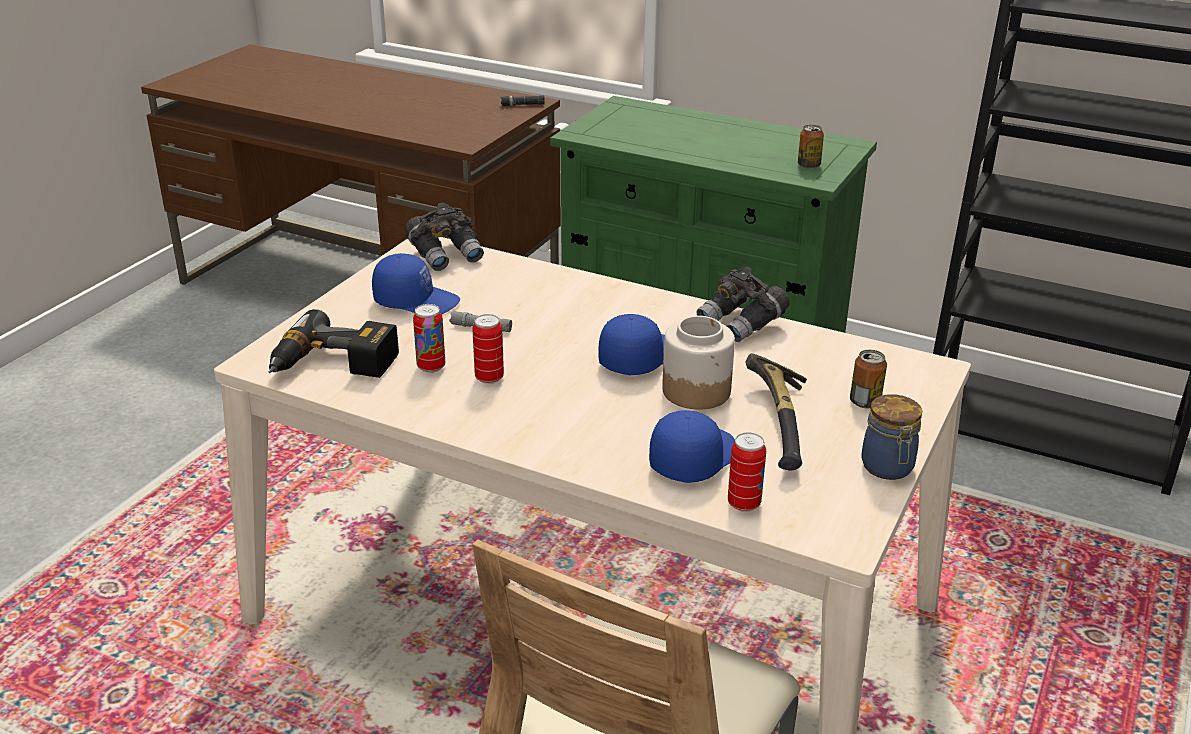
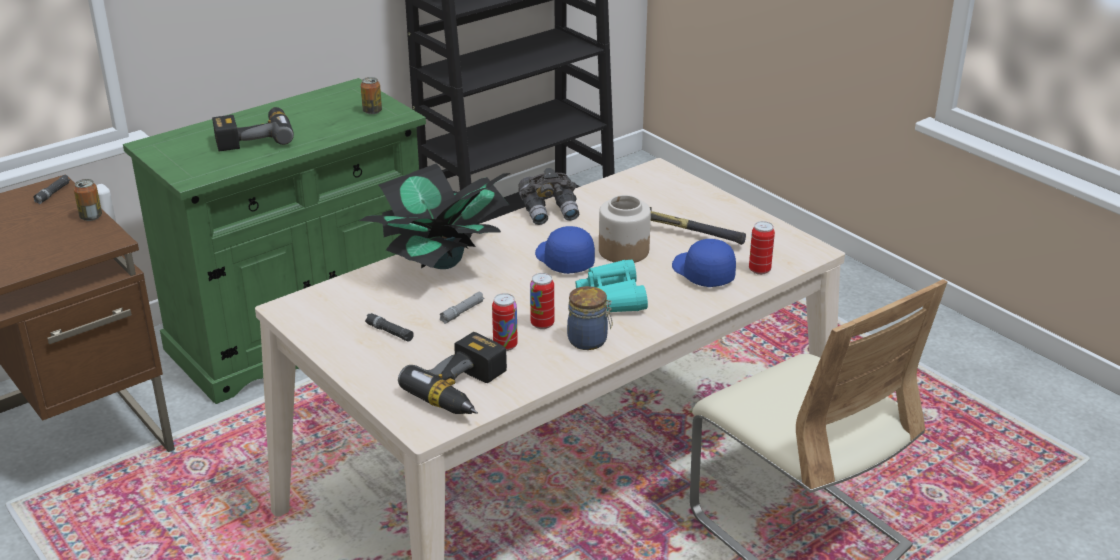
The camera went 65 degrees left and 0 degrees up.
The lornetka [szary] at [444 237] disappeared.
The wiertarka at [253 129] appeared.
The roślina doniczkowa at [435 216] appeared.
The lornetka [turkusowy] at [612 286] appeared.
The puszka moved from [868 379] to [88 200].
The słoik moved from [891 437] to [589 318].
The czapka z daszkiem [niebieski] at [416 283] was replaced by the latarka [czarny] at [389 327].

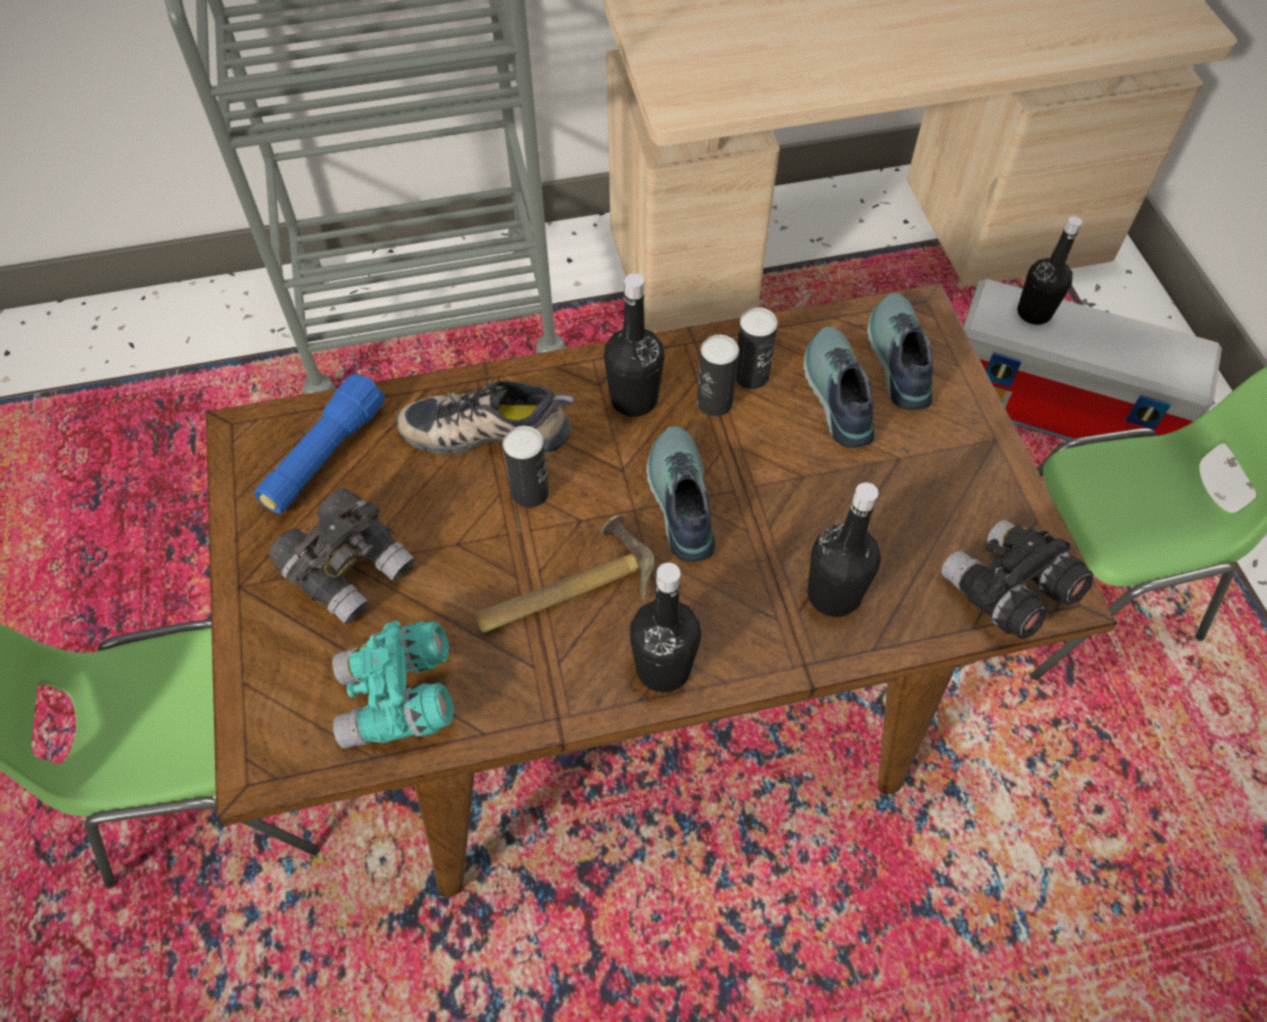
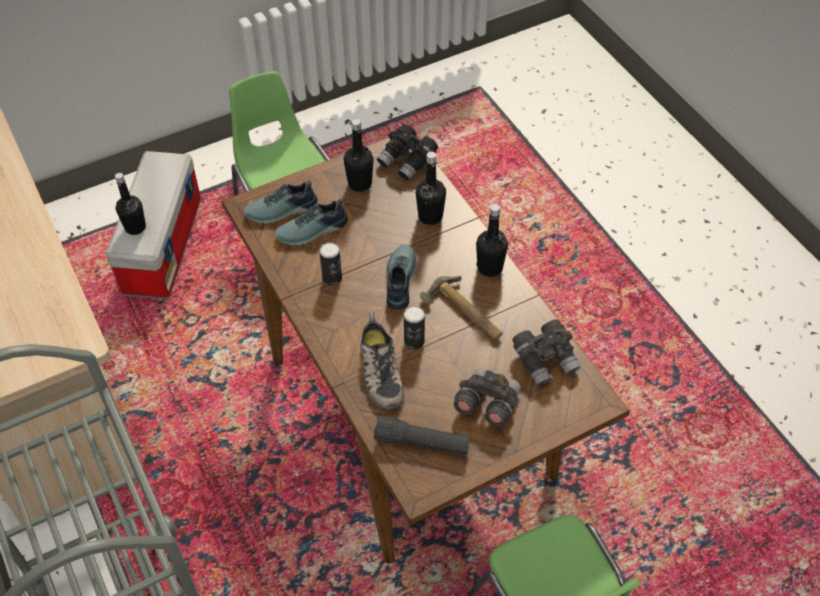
The camera went 105 degrees left and 5 degrees down.
The puszka at [757 348] disappeared.
The butelka [czarny] moved from [634 345] to [358 155].
The latarka [niebieski] at [319 443] became the latarka [czarny] at [422 435].
The lornetka [turkusowy] at [393 684] became the lornetka [szary] at [546 352].
The but at [680 494] turned 120 degrees clockwise.

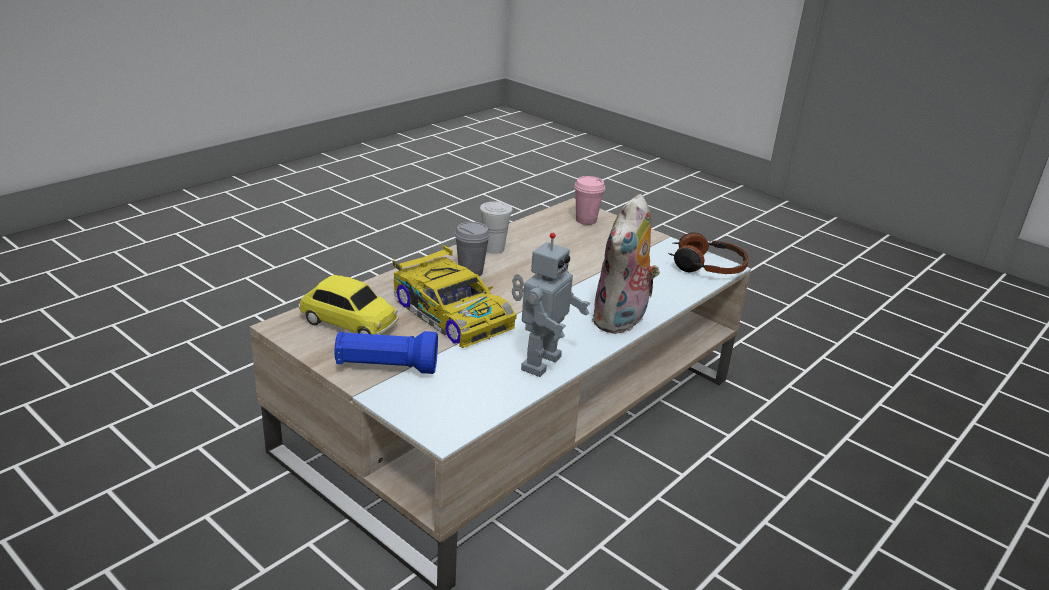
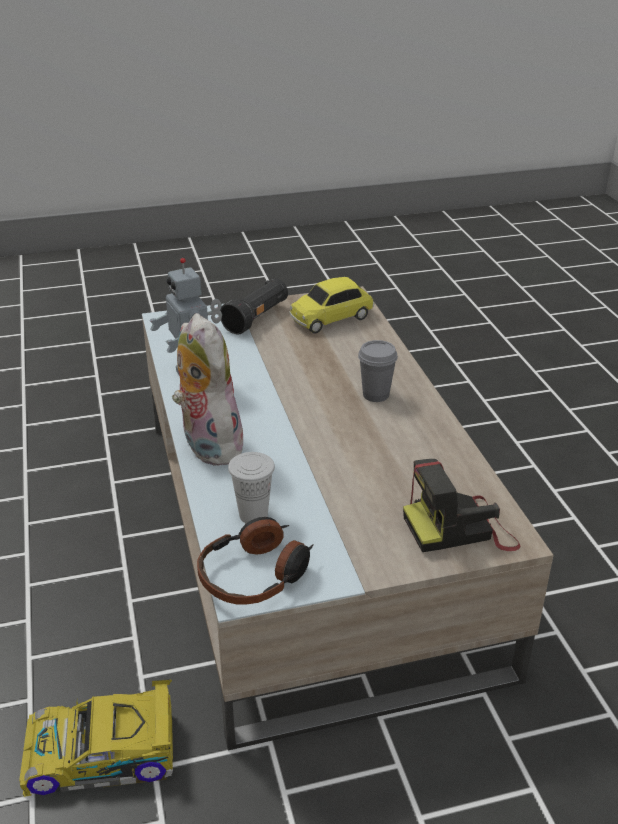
The camera went 125 degrees right and 5 degrees up.
The samochodzik moved from [454 296] to [96 738].
The filiżanka [biały] moved from [496 227] to [251 487].
The filiżanka [różowy] at [589 200] was replaced by the aparat fotograficzny at [461 505].
The latarka [niebieski] at [386 352] became the latarka [czarny] at [254 307].

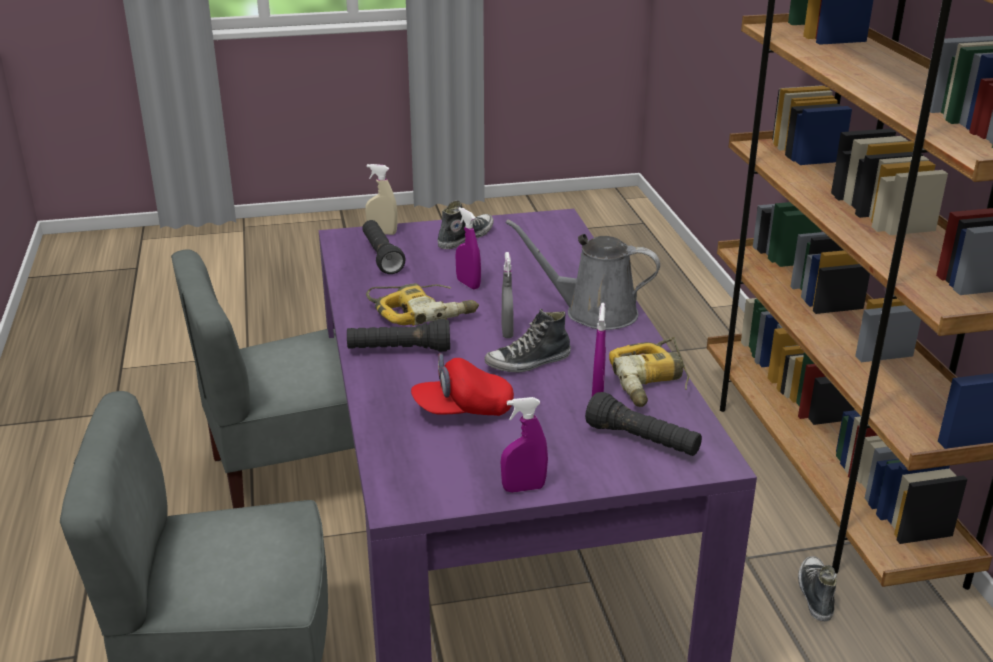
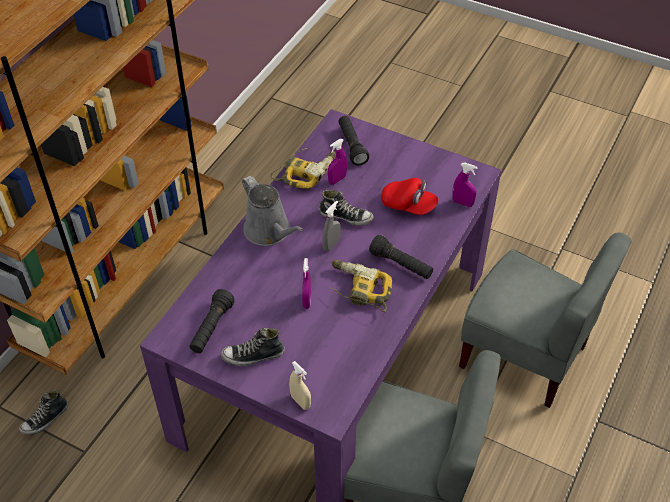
The camera went 140 degrees left and 20 degrees up.
The latarka [czarny] moved from [384 247] to [211 321].
The spryskiwacz [fioletowy] moved from [524 445] to [465 185].
The but moved from [817 589] to [43 412].

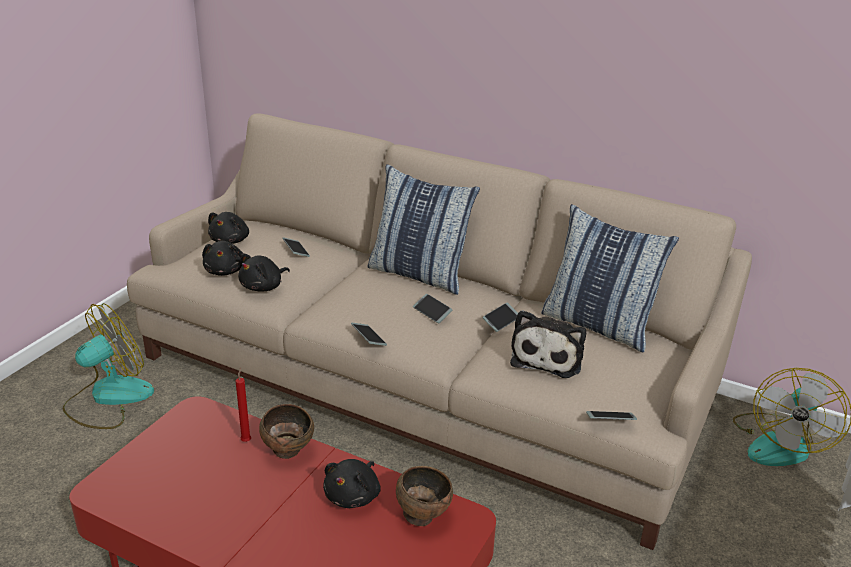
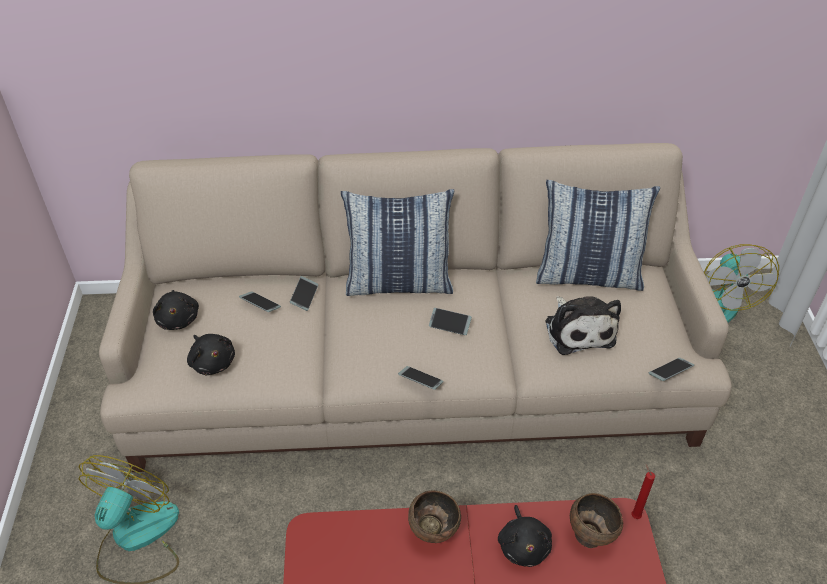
The camera went 30 degrees left and 15 degrees up.
The pluszak [czarny] at [264 272] disappeared.
The świeca [czerwony] moved from [243 405] to [643 491].
The telefon moved from [500 317] to [304 293].

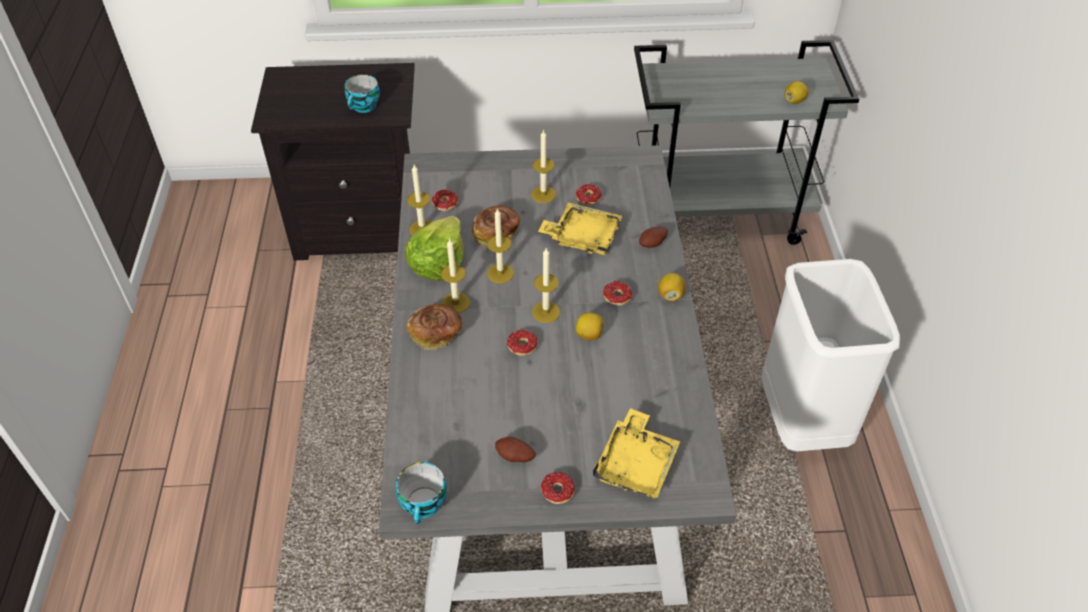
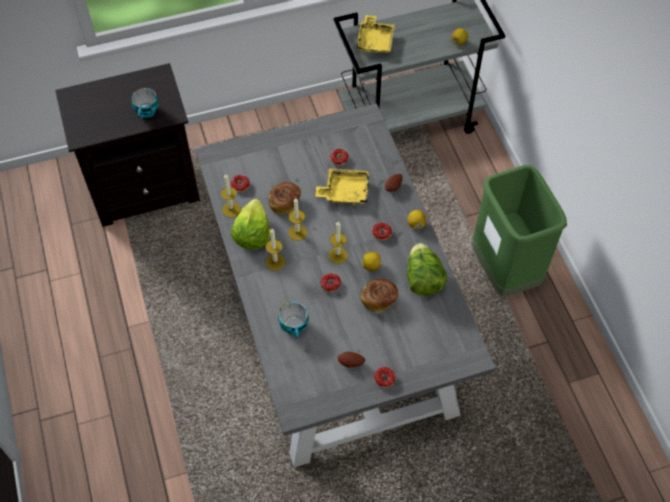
The camera went 15 degrees left and 10 degrees up.
The świeca at [543 166] disappeared.
The sałata at [427 269] appeared.
The filiżanka moved from [421 493] to [293 320].
The chleb moved from [434 327] to [379 296].
The taca [żółty] moved from [636 453] to [375 34].
The kosz na śmieci [biały] at [831 355] became the kosz na śmieci [zielony] at [519 231].

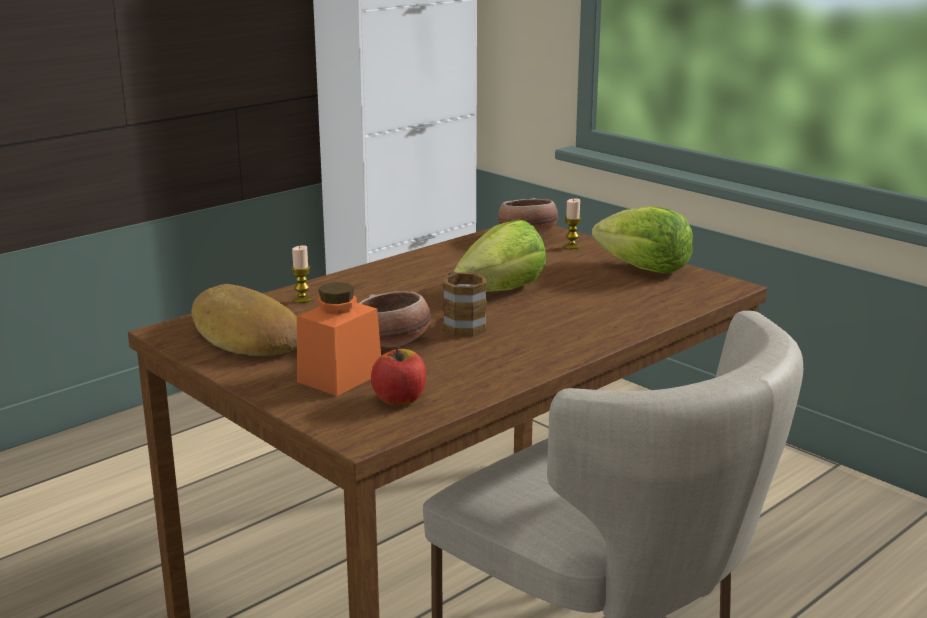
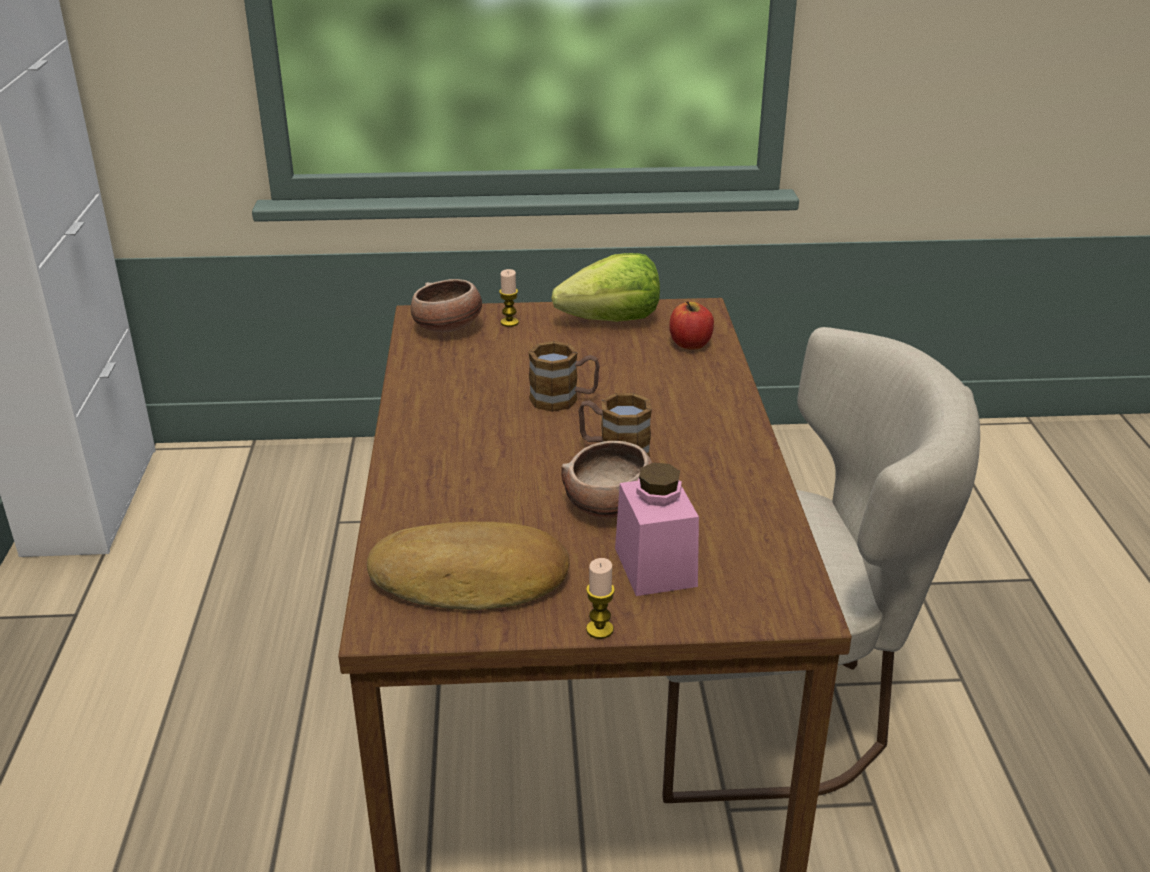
The camera went 50 degrees left and 10 degrees up.
The świeca moved from [301 274] to [600 598].
The jabłko moved from [398 376] to [691 325].
The sałata at [500 256] was replaced by the kubek at [564 376].
The słoik [pomarańczowy] at [339 339] became the słoik [różowy] at [657 529].

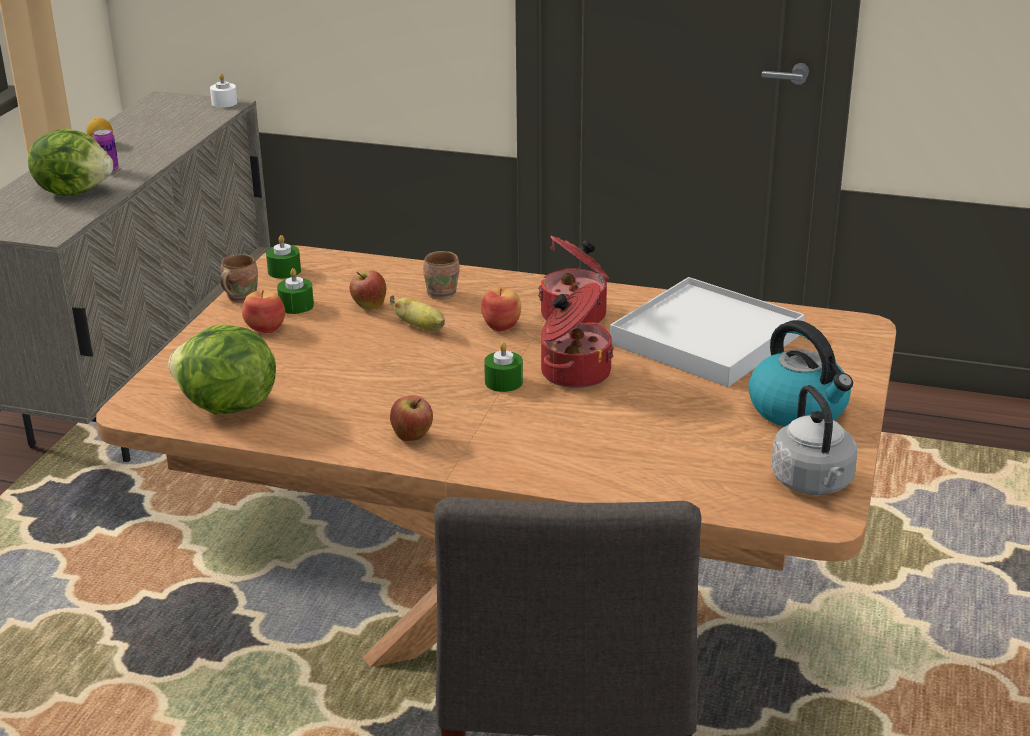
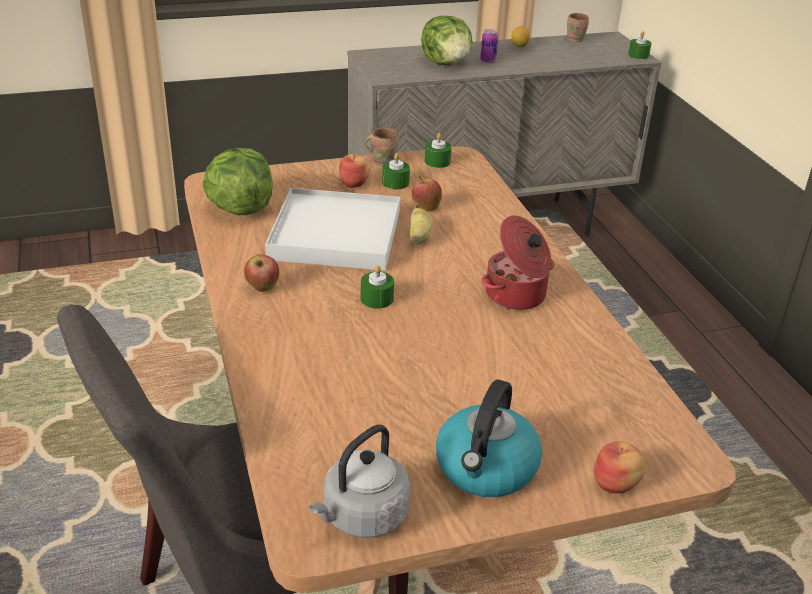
The camera went 55 degrees right and 5 degrees up.
The garnek at [577 335] disappeared.
The kubek [brązowy] moved from [441 275] to [578 27].
The jabłko moved from [501 309] to [620 467].
The taca [biały] moved from [707 332] to [332 229].
The świeca [biały] at [224 90] became the świeca [zielony] at [640 45].

